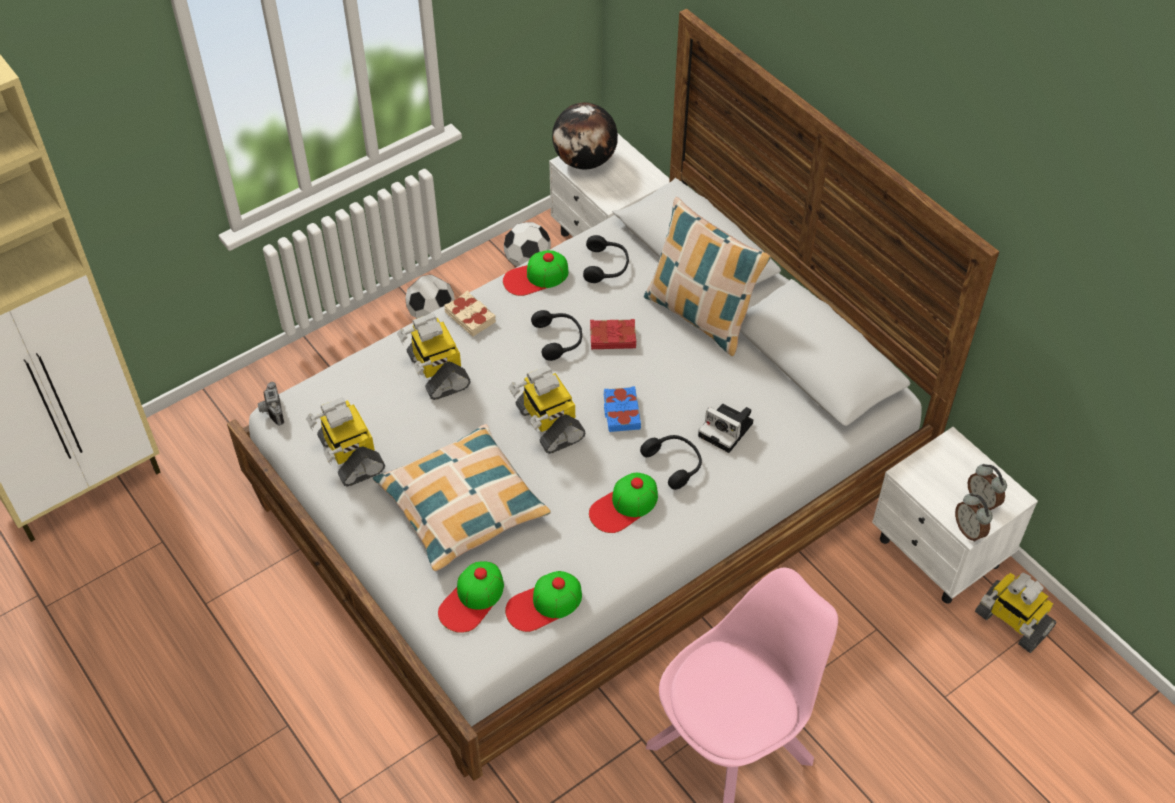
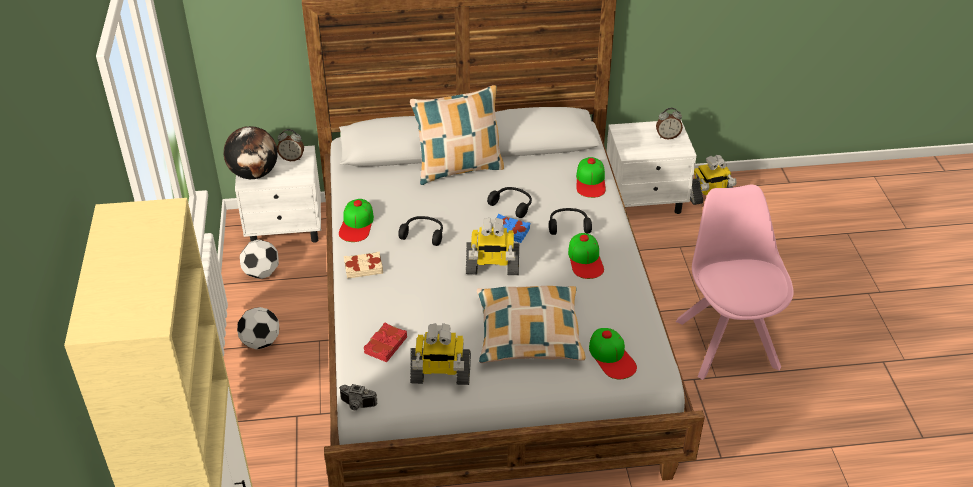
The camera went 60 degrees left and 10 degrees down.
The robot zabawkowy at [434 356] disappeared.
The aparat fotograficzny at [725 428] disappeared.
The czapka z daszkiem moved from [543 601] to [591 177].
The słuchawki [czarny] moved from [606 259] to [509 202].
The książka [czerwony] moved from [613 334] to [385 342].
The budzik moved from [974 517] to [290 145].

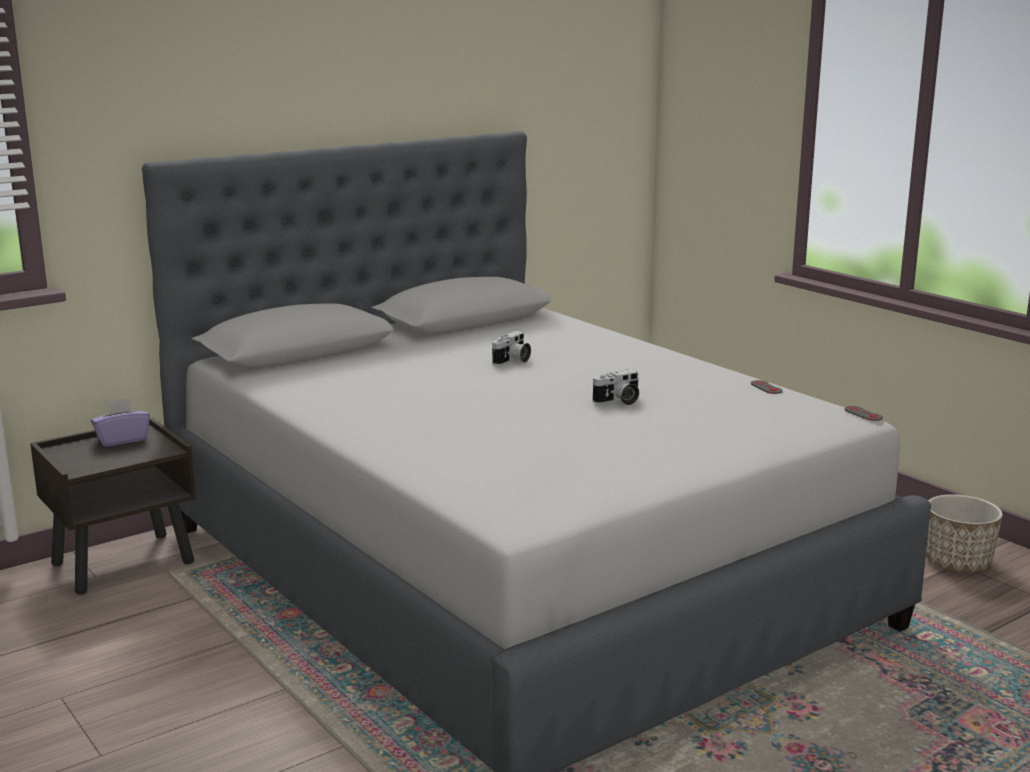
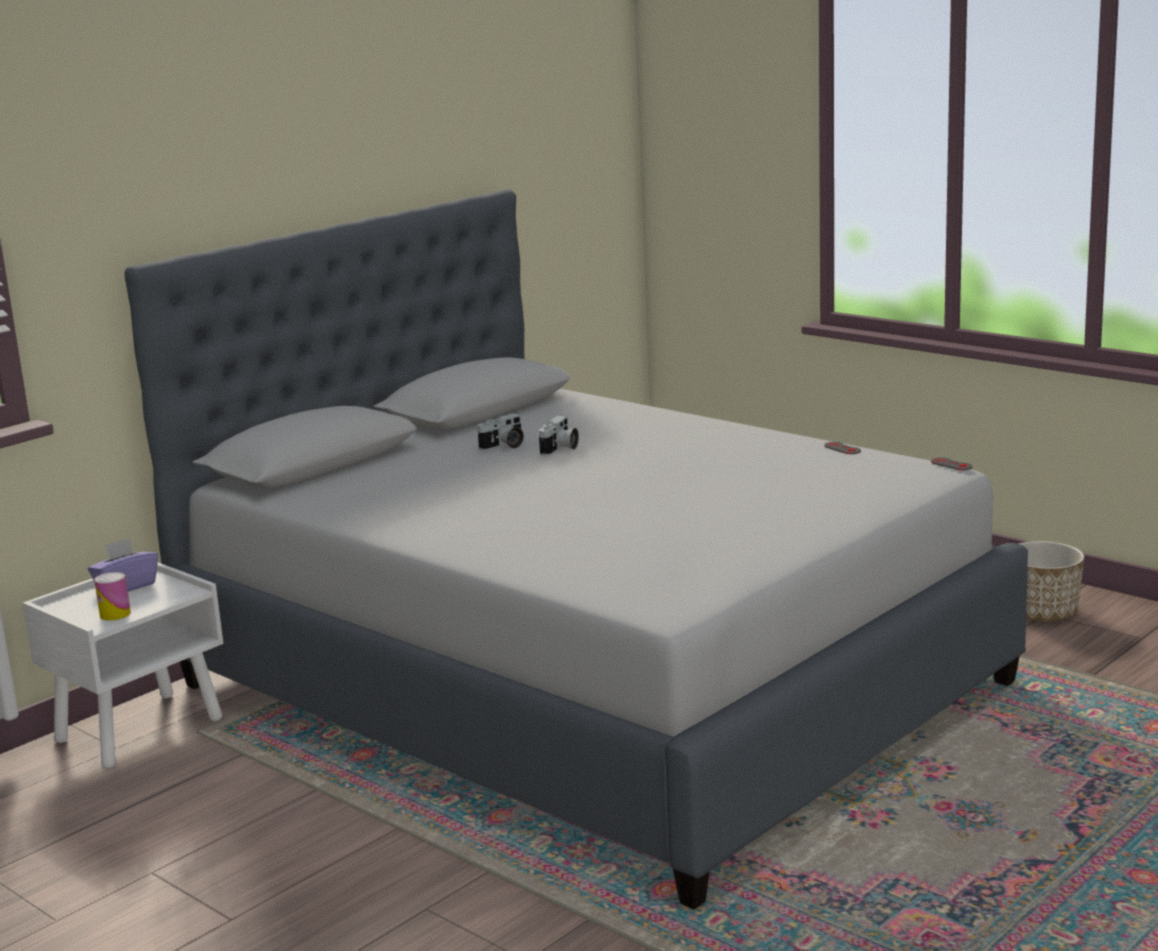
The camera went 10 degrees left and 0 degrees up.
The puszka at [112 596] appeared.
The aparat fotograficzny moved from [615 387] to [500 431].
The szafka nocna [brązowy] at [113 506] became the szafka nocna [biały] at [123 665].

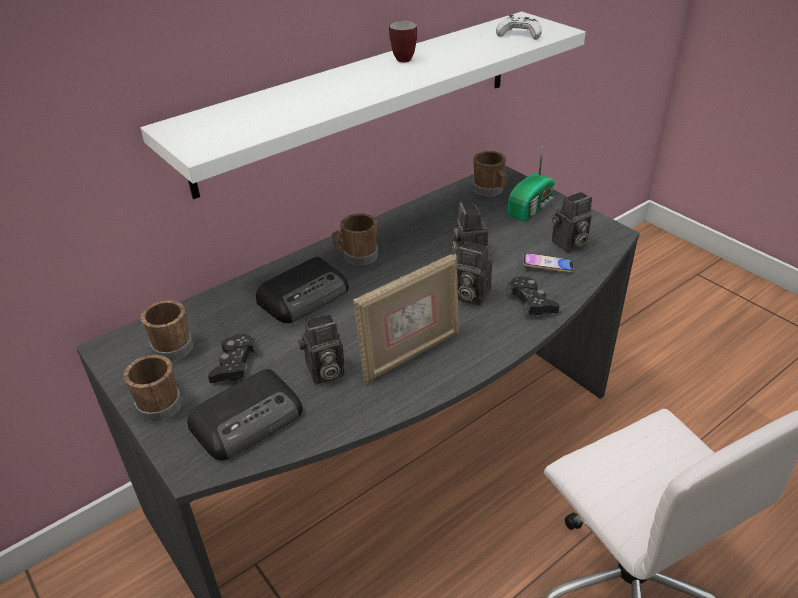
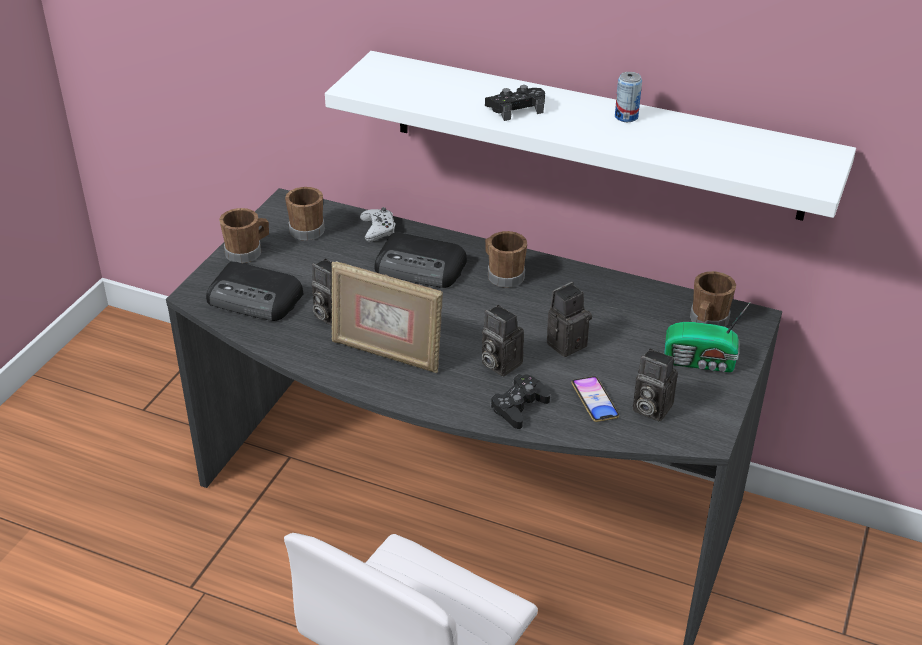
The camera went 60 degrees right and 0 degrees up.
The pad do gier [czarny] moved from [233 358] to [515 103].
The pad do gier [biały] moved from [519 27] to [377 224].
The kubek at [403 42] was replaced by the puszka at [628 97].
The aparat fotograficzny at [474 273] turned 45 degrees counterclockwise.

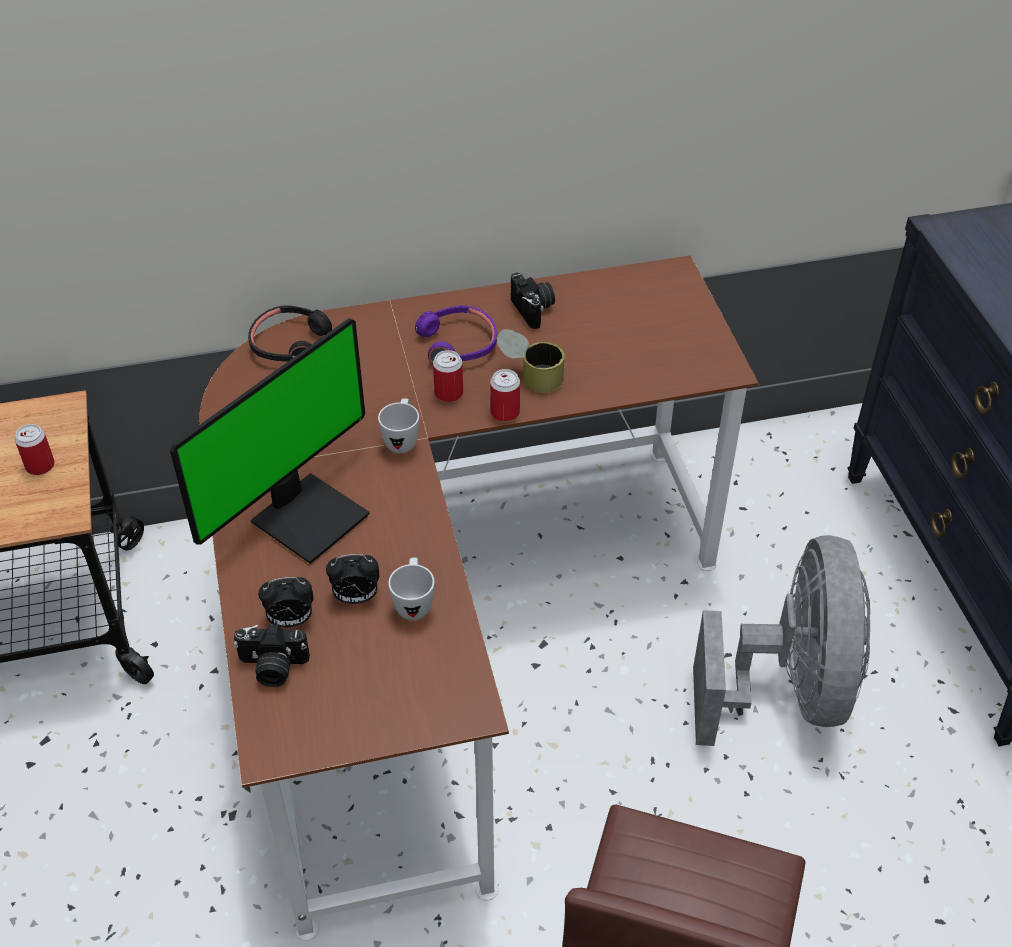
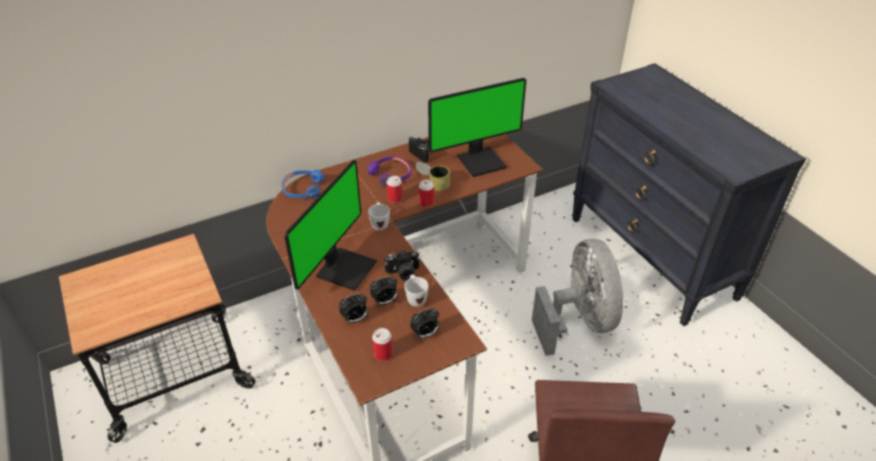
The camera went 15 degrees left and 5 degrees down.
The budzik at [424 323] appeared.
The monitor at [477 127] appeared.
The puszka moved from [35 449] to [382 344].
The aparat fotograficzny moved from [271 655] to [402 265].
The słuchawki [czarny] at [290 333] became the słuchawki [niebieski] at [303 184].

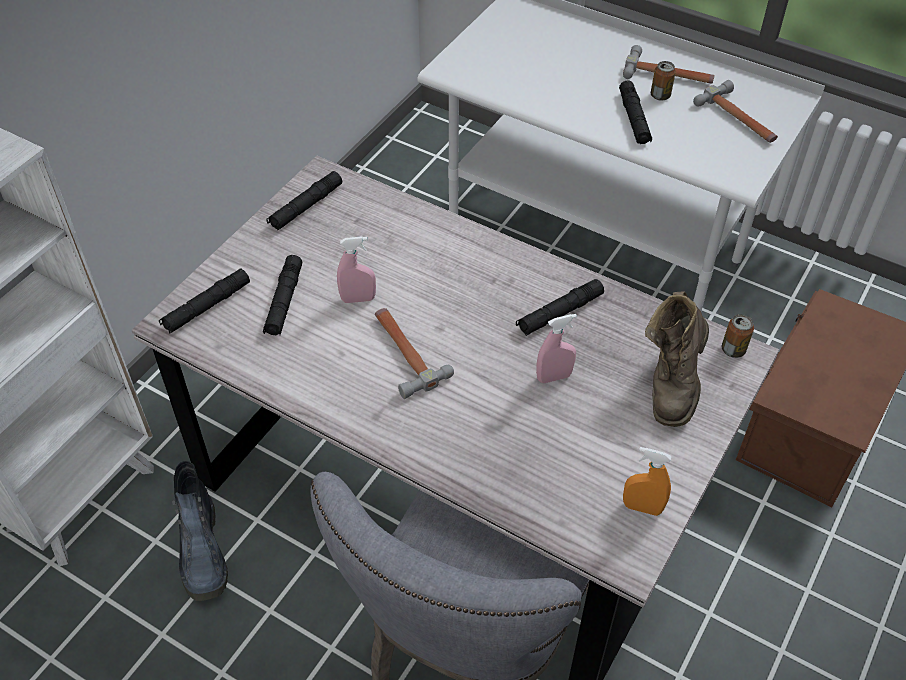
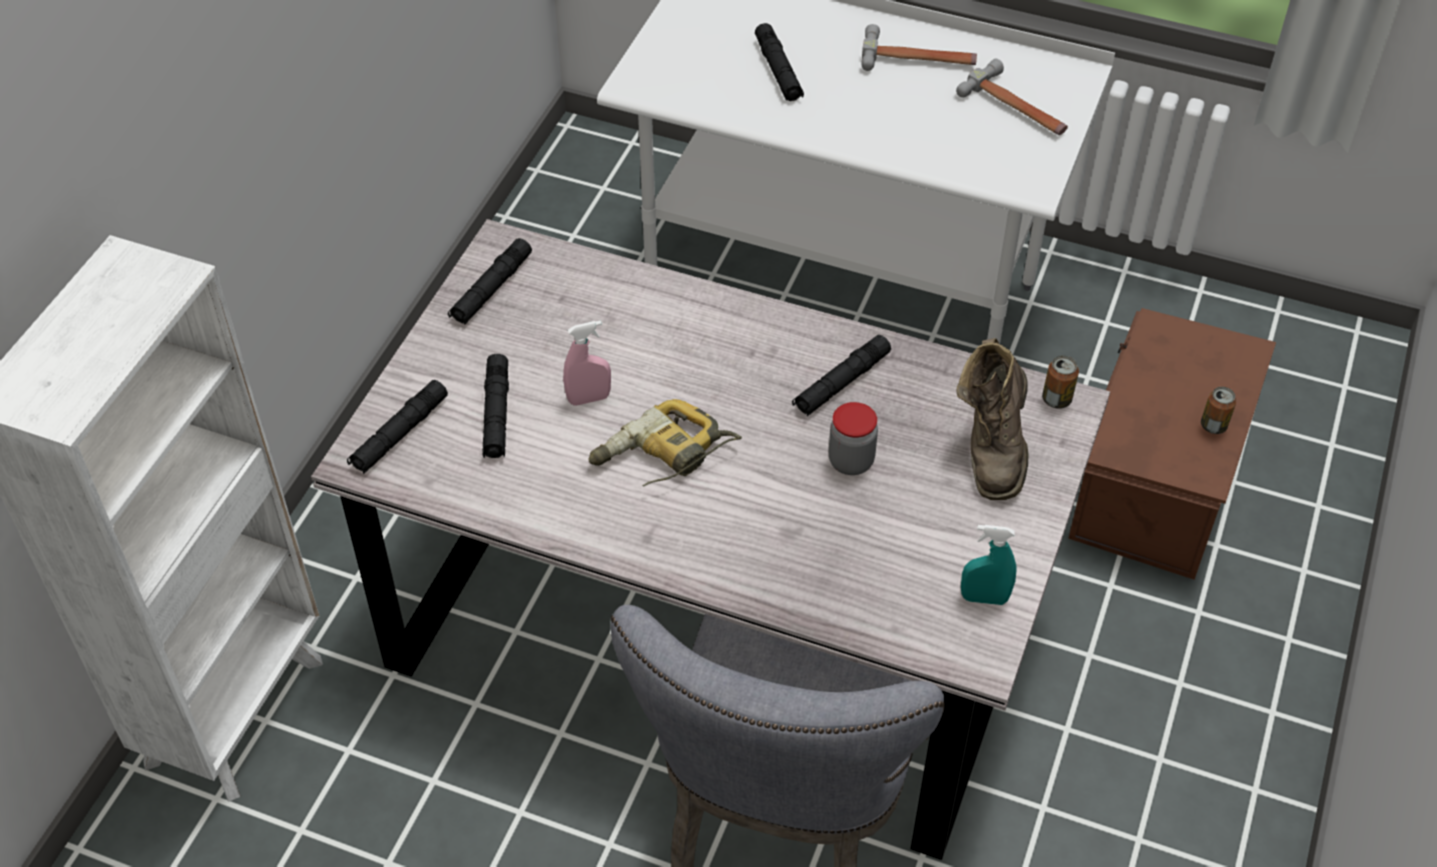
The camera went 10 degrees left and 0 degrees up.
The but z cholewką at [200 531] disappeared.
The latarka [czarny] moved from [635 112] to [779 62].
The puszka moved from [663 81] to [1218 410].
The młotek at [414 353] was replaced by the wiertarka at [665 443].
The spryskiwacz [różowy] at [556 348] was replaced by the słoik at [853 438].
The spryskiwacz [pomarańczowy] at [647 481] became the spryskiwacz [turkusowy] at [989 565].

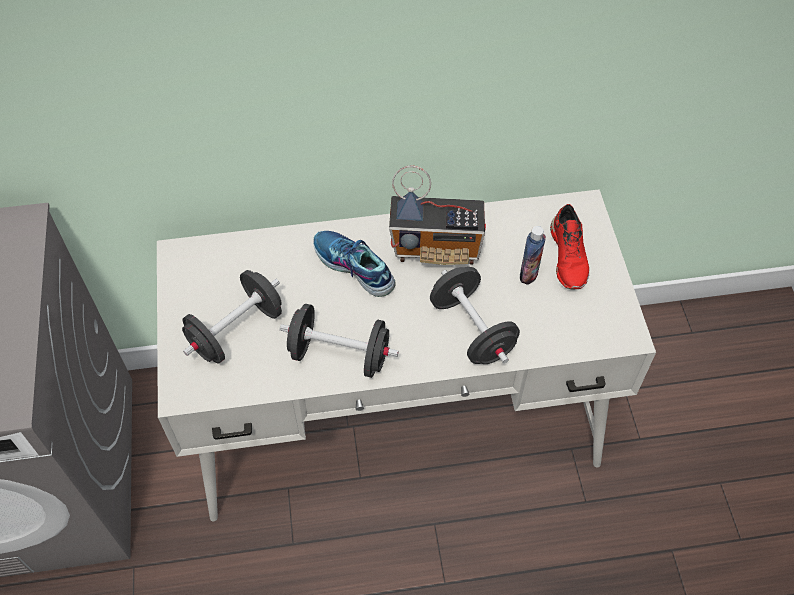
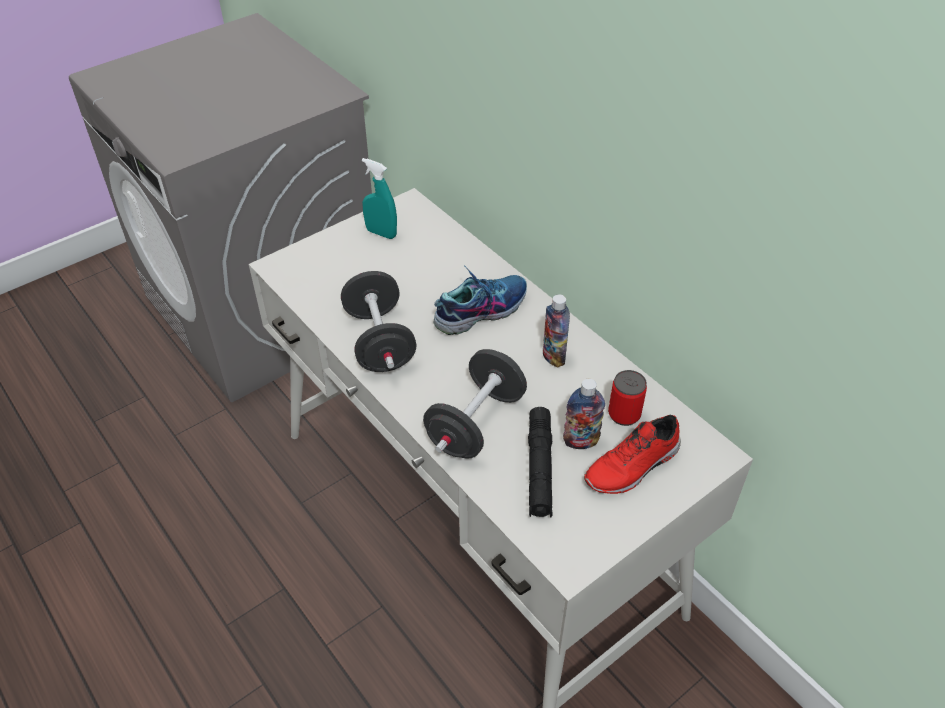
The camera went 60 degrees right and 10 degrees down.
The hantel [czarny] at [232 317] disappeared.
The spryskiwacz [turkusowy] at [379 198] appeared.
The latarka [czarny] at [540 462] appeared.
The puszka at [627 398] appeared.
The radio at [437 215] was replaced by the butelka at [556 331].
The but at [354 264] turned 45 degrees clockwise.

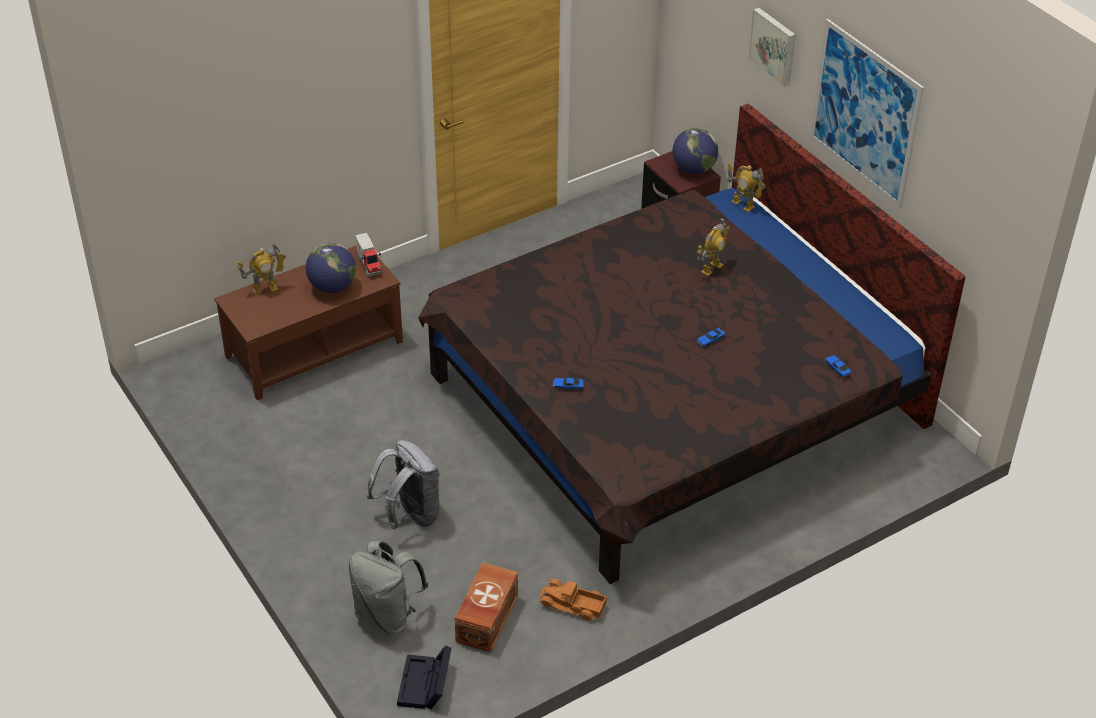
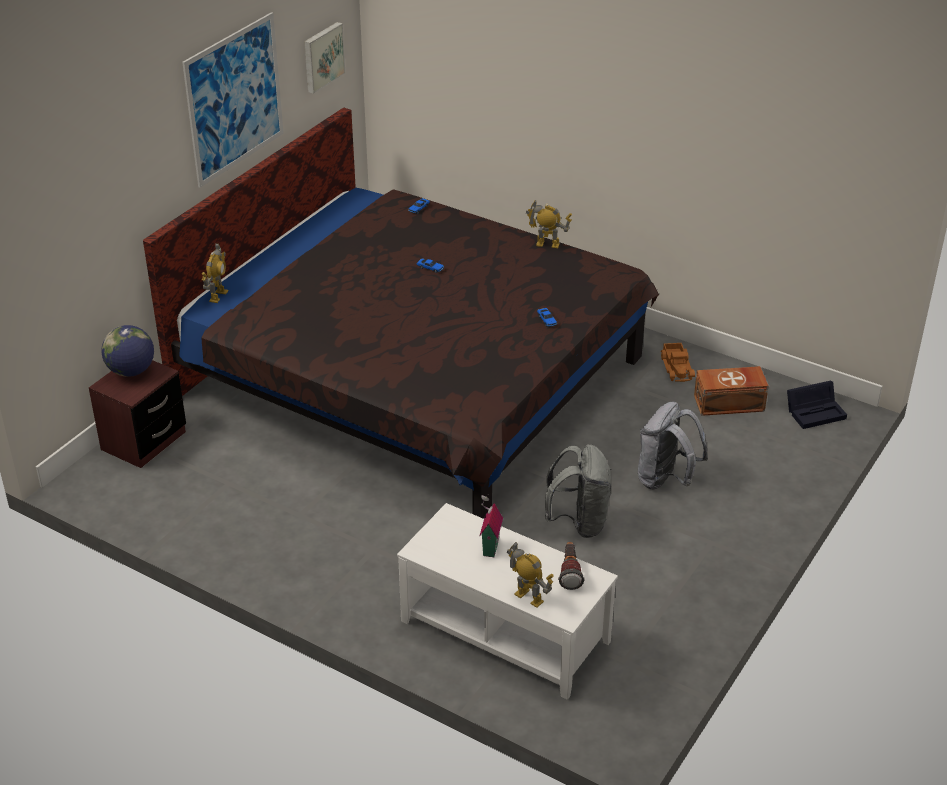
The camera went 115 degrees left and 5 degrees down.
The ciężarówka zabawkowa at [368 254] disappeared.
The latarka at [571 566] appeared.
The plecak [szary] moved from [388 587] to [578 491].
The robot zabawkowy moved from [713 247] to [549 224].
The obraz moved from [772 47] to [324 58].
The globus at [331 268] was replaced by the domek at [491 525].
The ława [brązowy] at [308 323] became the ława [biały] at [507 601].

